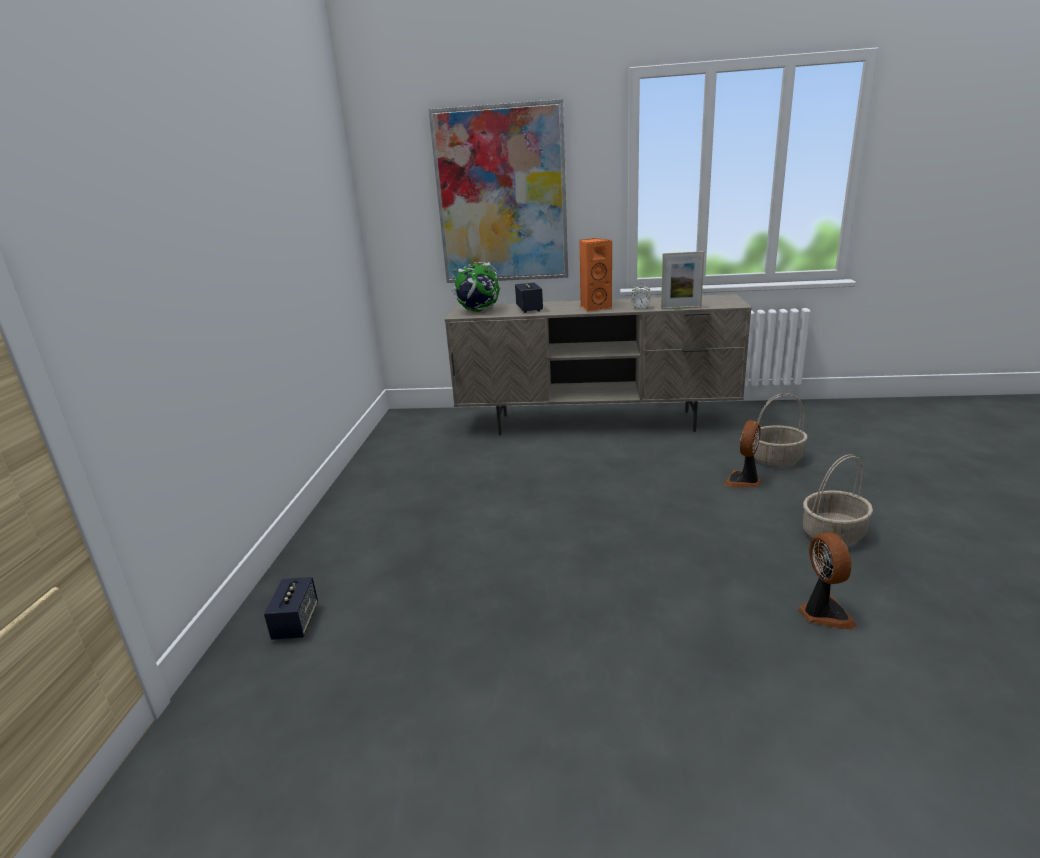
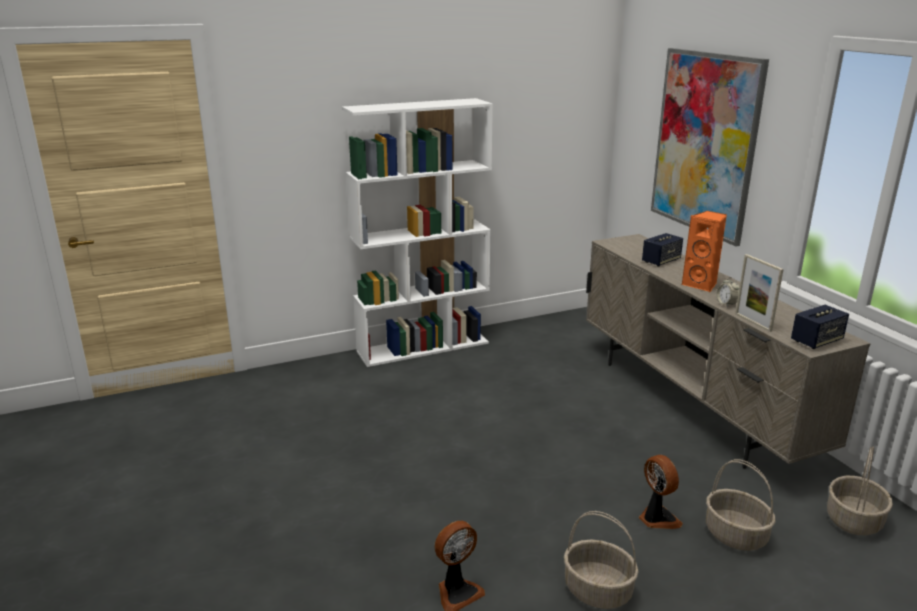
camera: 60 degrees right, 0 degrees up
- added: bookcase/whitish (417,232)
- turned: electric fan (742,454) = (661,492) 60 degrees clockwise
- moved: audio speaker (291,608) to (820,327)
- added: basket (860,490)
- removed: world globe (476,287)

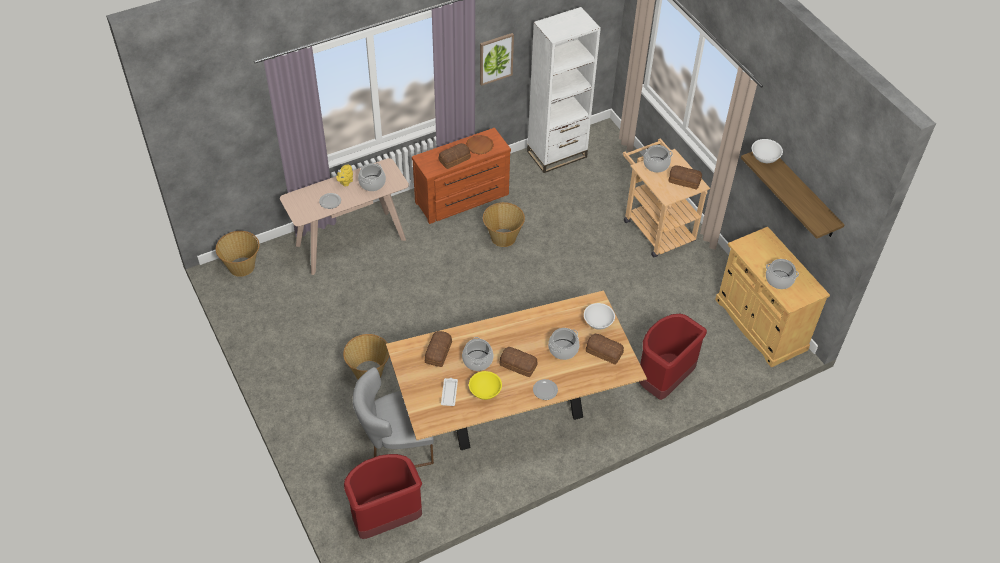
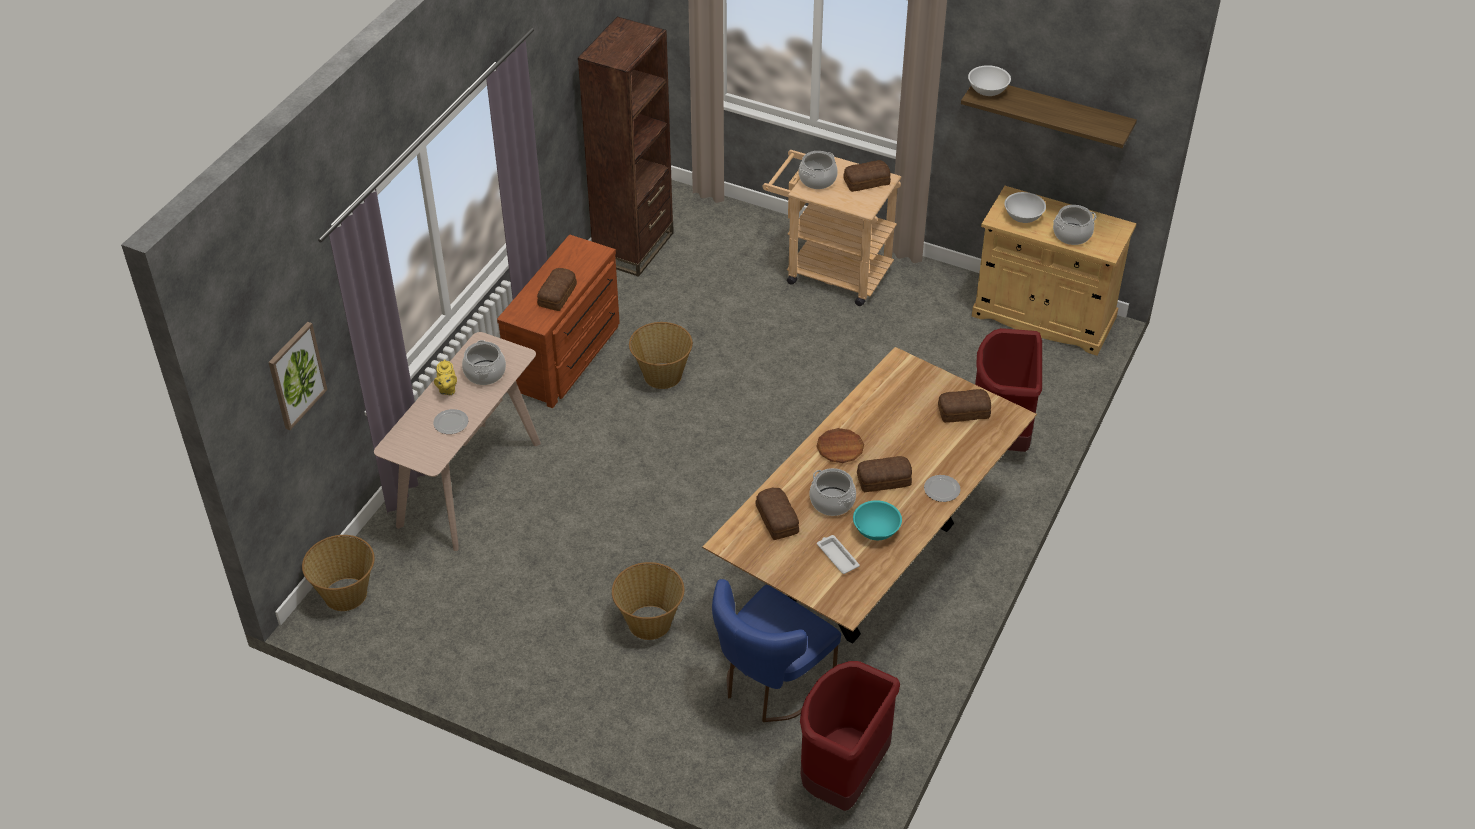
camera: 35 degrees left, 5 degrees down
- moved: wall picture (497,59) to (297,376)
- recoloured: bookcase/whitish (564,90) to bookcase/brown-coloured (626,147)
- recoloured: chair/greyish (393,417) to chair/blue (776,650)
- moved: dinner plate/brown-coloured (480,144) to (840,445)
- recoloured: bowl/yellow (485,385) to bowl/blue-green (877,520)
- moved: bowl/whitish (599,316) to (1025,207)
- removed: saucepot (563,344)

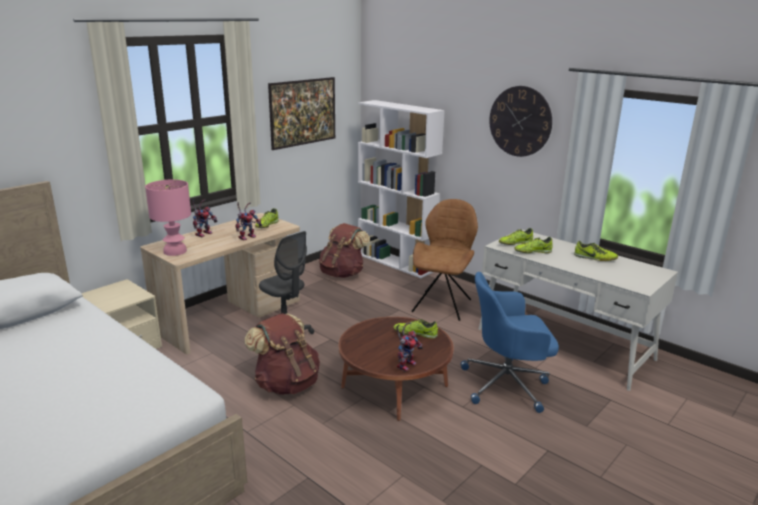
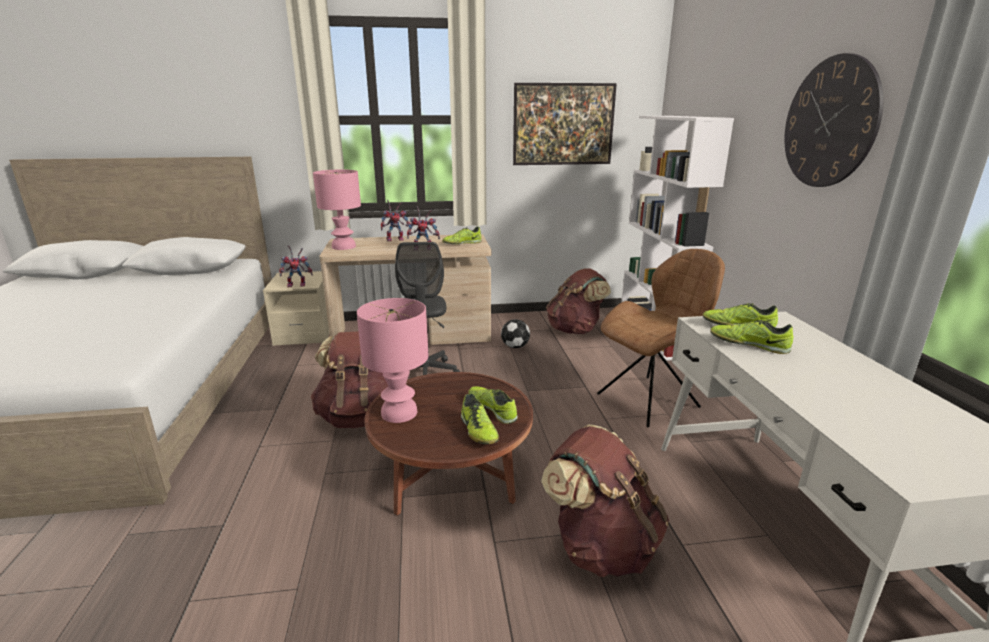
camera: 40 degrees right, 0 degrees up
- moved: robot figure (409,347) to (296,266)
- added: tabletop lamp/pink (393,360)
- moved: item of footwear (596,251) to (480,419)
- added: ball for football (515,333)
- replaced: desk chair/blue (510,342) to rucksack/brown-coloured (605,501)

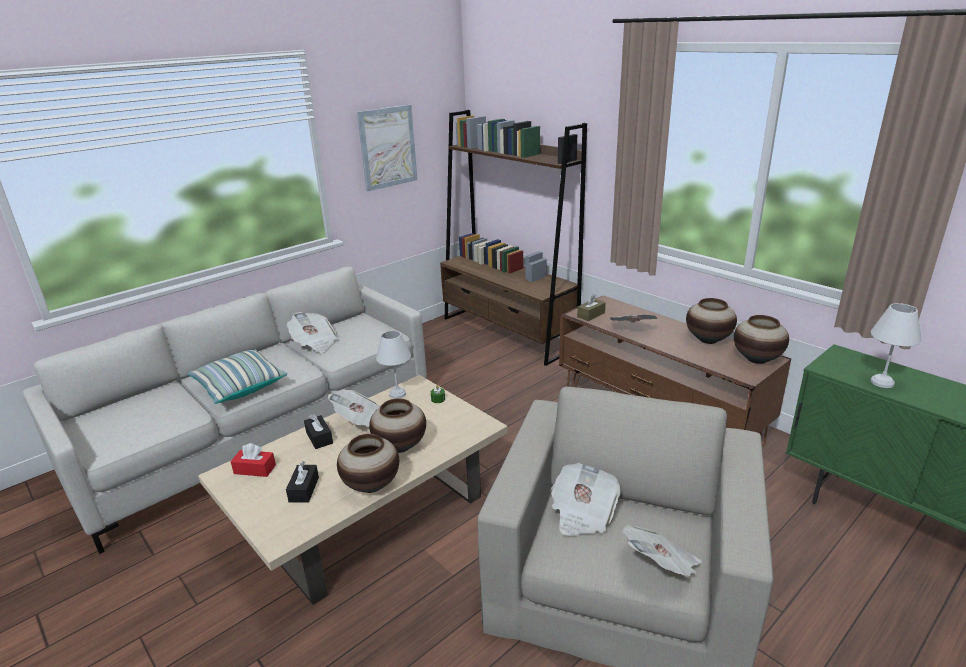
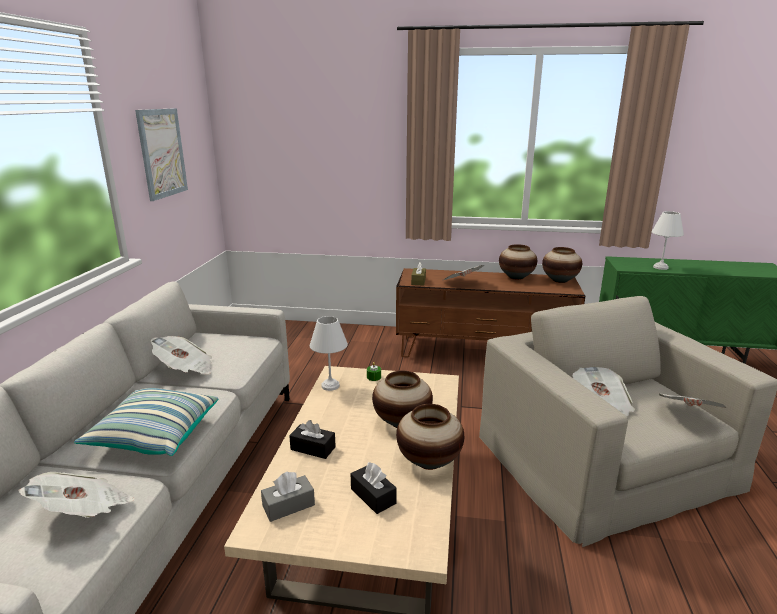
camera: 40 degrees left, 5 degrees down
- moved: printed paper (354,408) to (76,494)
- recoloured: tissue holder/red-coloured (253,460) to tissue holder/greyish (288,497)
- removed: bookcase/brown-coloured (513,238)

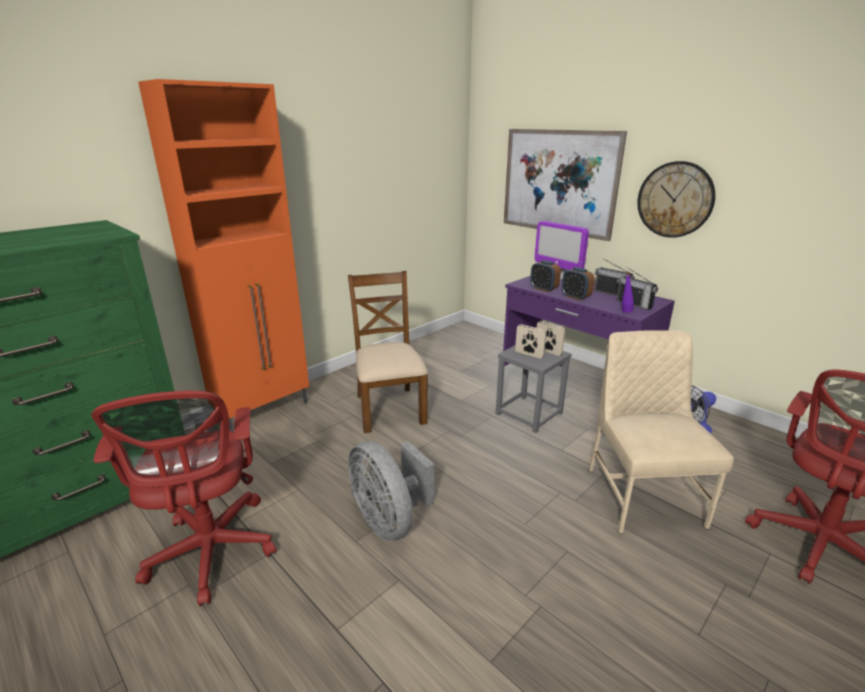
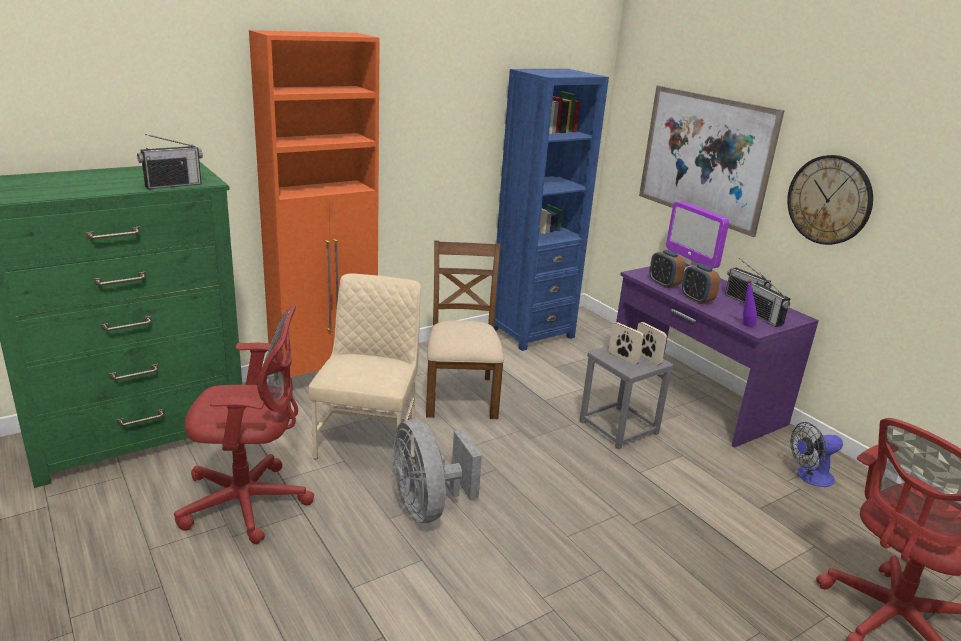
camera: 10 degrees right, 0 degrees up
- added: radio (170,161)
- turned: desk chair/red-coloured (183,498) = (244,424) 90 degrees counterclockwise
- moved: chair/beige-coloured (661,432) to (364,366)
- added: bookcase/blue (551,210)

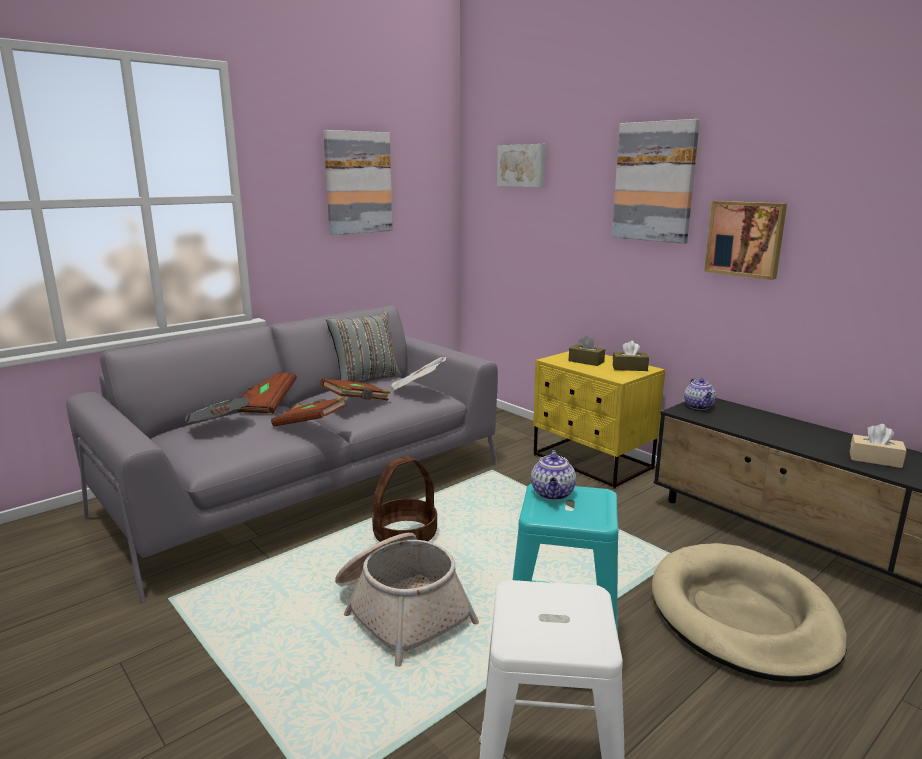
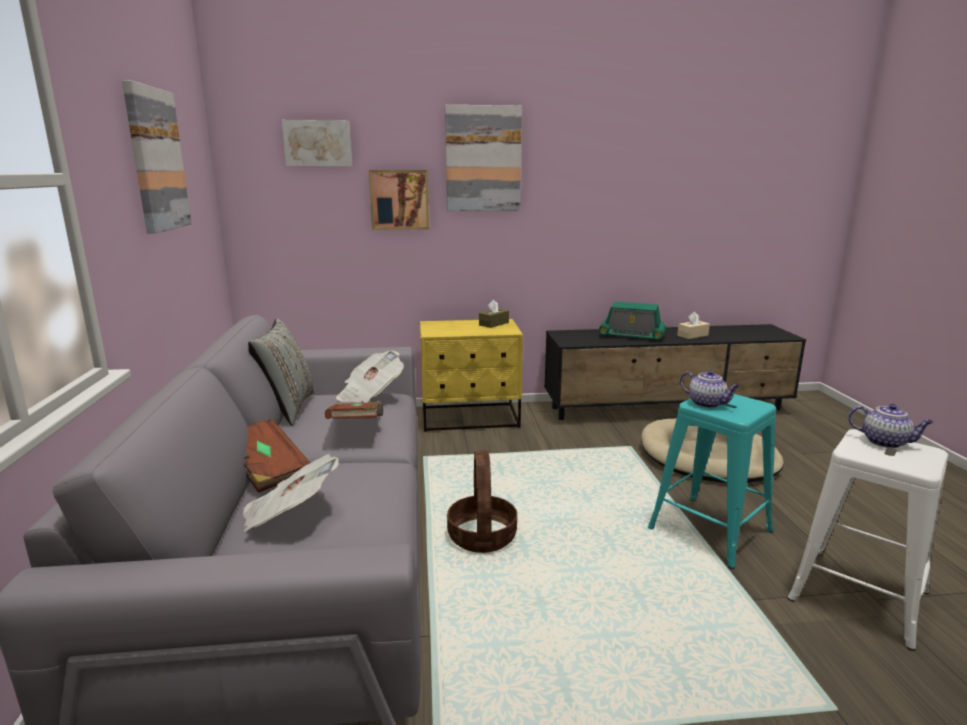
camera: 55 degrees left, 0 degrees up
- moved: wall picture (745,240) to (399,200)
- added: radio (632,322)
- moved: tea pot (700,394) to (891,426)
- removed: volume/brown-coloured (309,411)
- removed: basket (407,600)
- removed: tissue holder/brown-coloured (587,350)

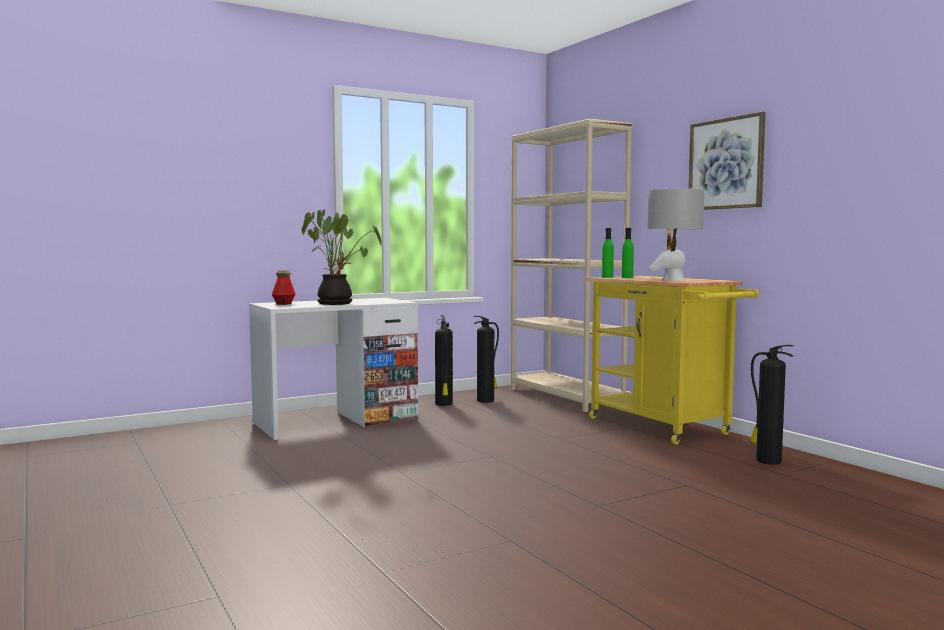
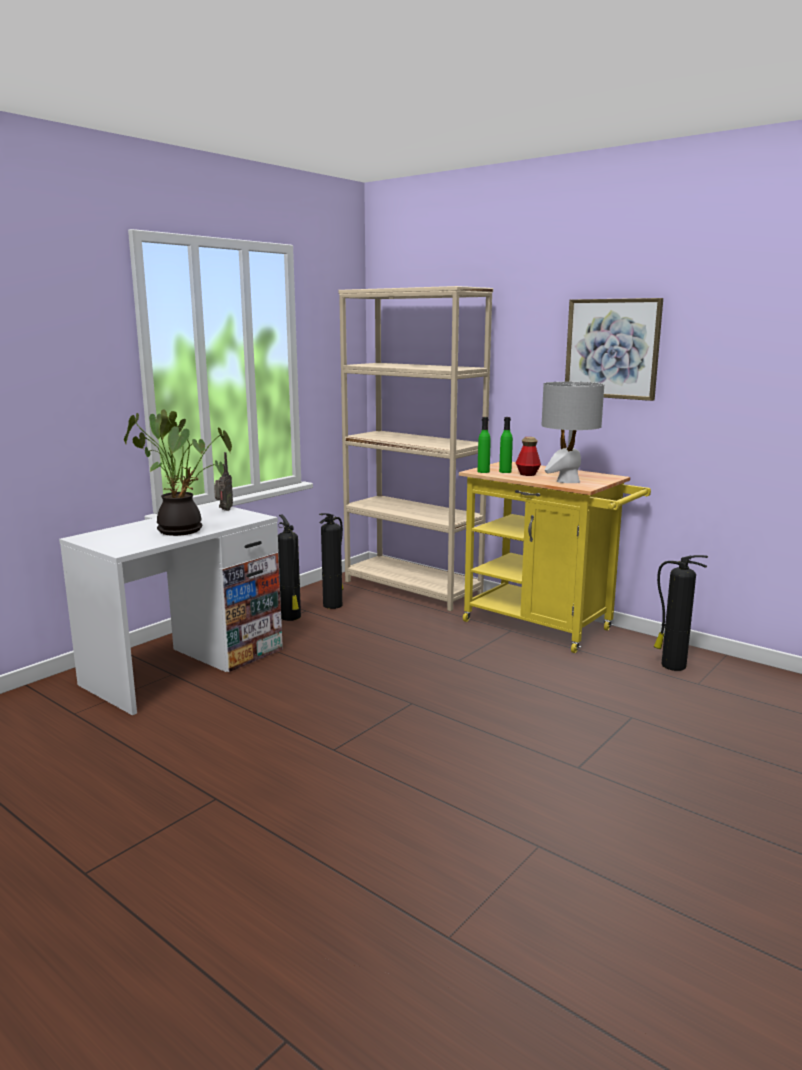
camera: 20 degrees left, 10 degrees up
- added: radio (223,481)
- moved: drink bottle (284,287) to (528,456)

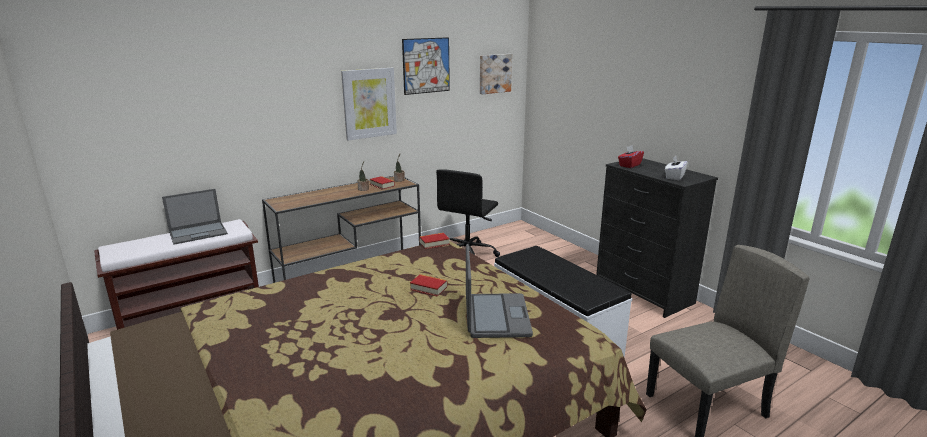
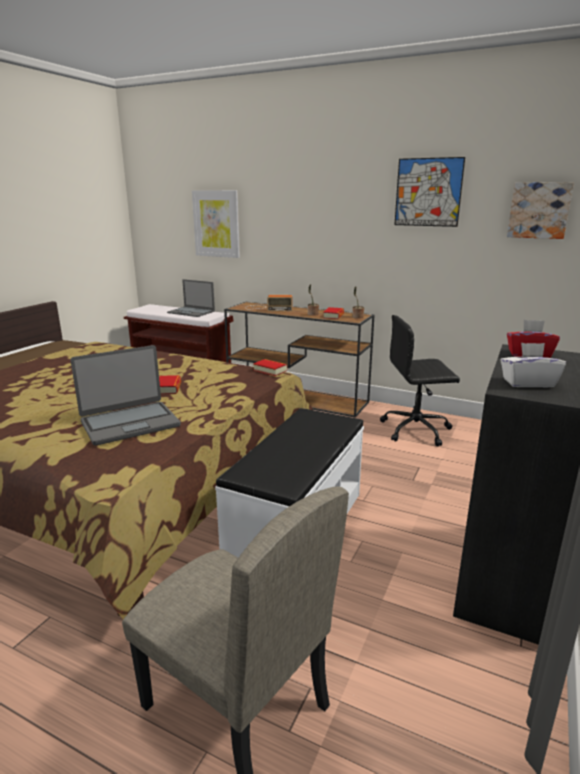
camera: 60 degrees right, 0 degrees up
- moved: wall picture (369,104) to (216,224)
- added: radio (269,303)

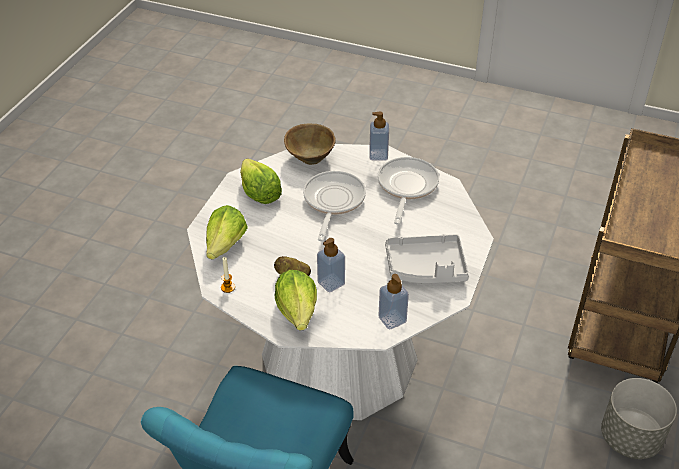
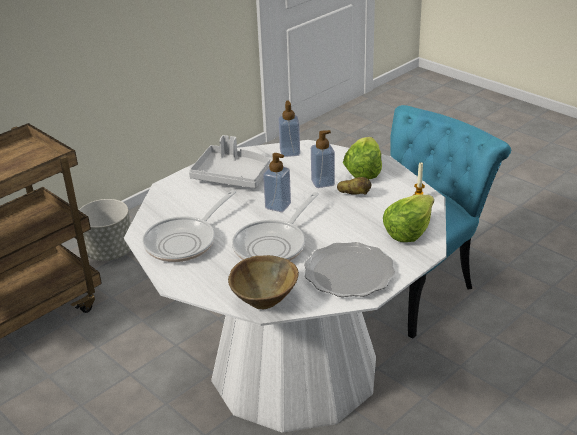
camera: 155 degrees left, 10 degrees down
- moved: liquid soap bottle (379,136) to (277,182)
- replaced: lettuce (261,181) to dinner plate (349,269)

